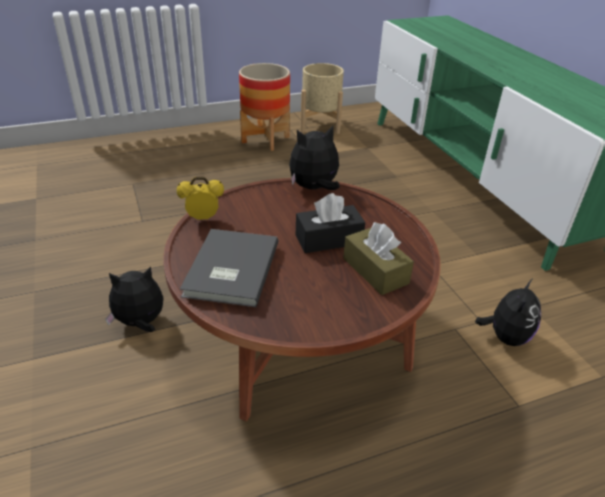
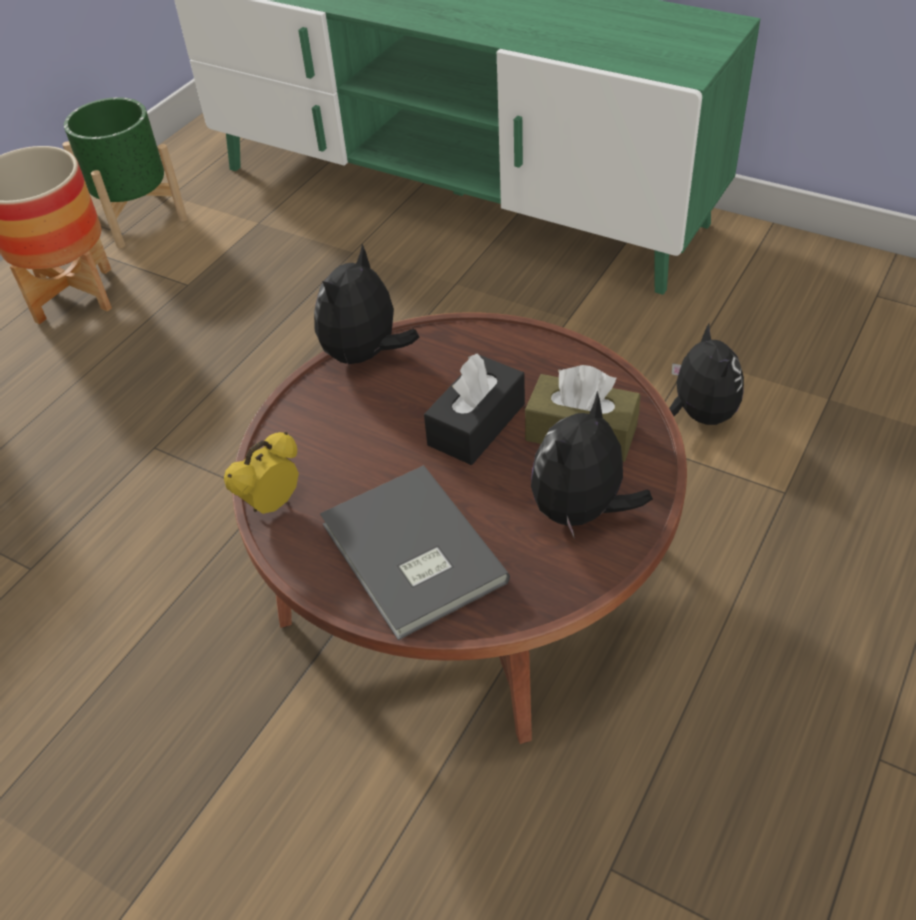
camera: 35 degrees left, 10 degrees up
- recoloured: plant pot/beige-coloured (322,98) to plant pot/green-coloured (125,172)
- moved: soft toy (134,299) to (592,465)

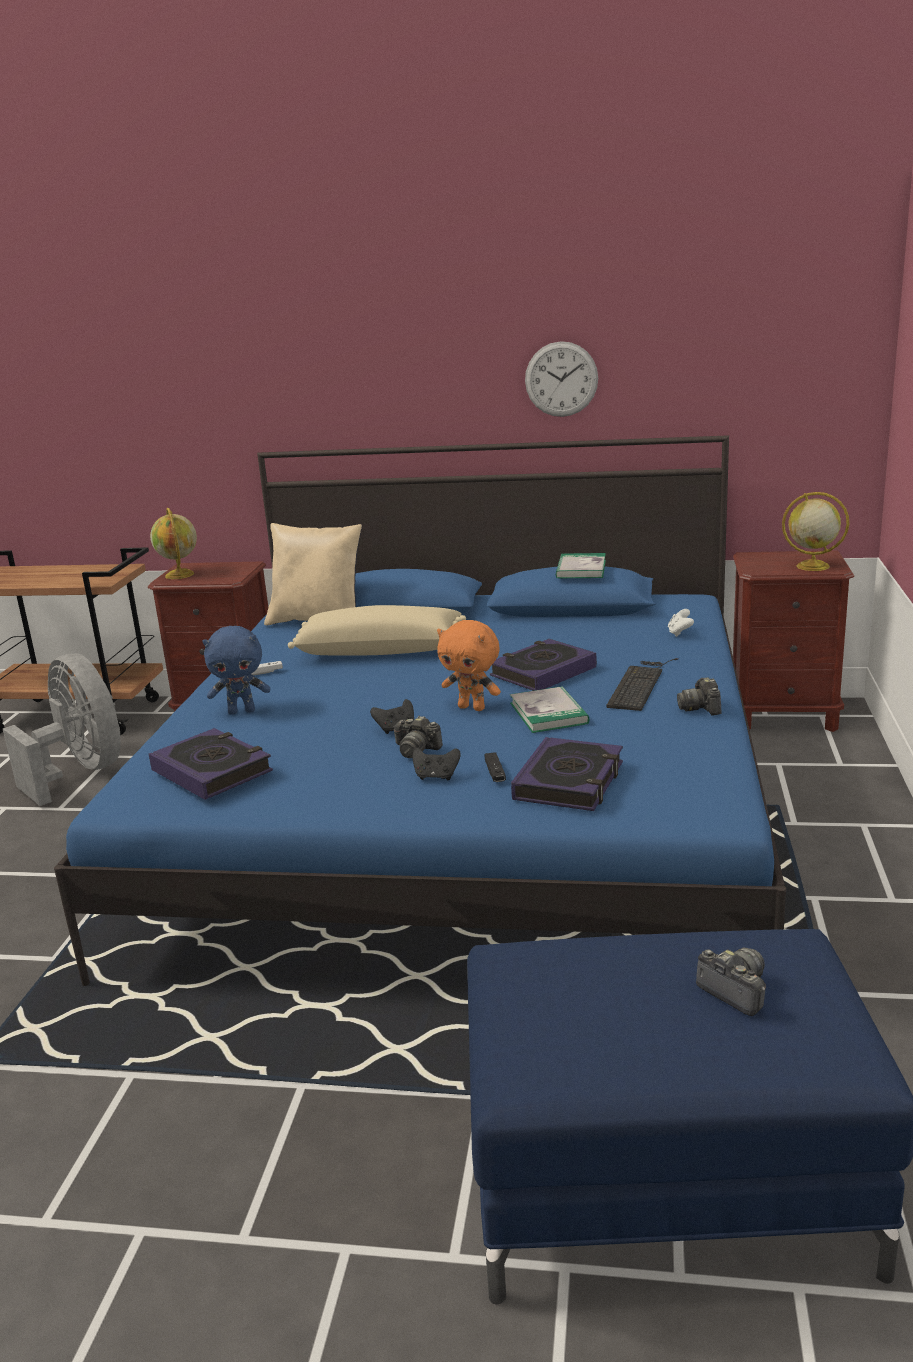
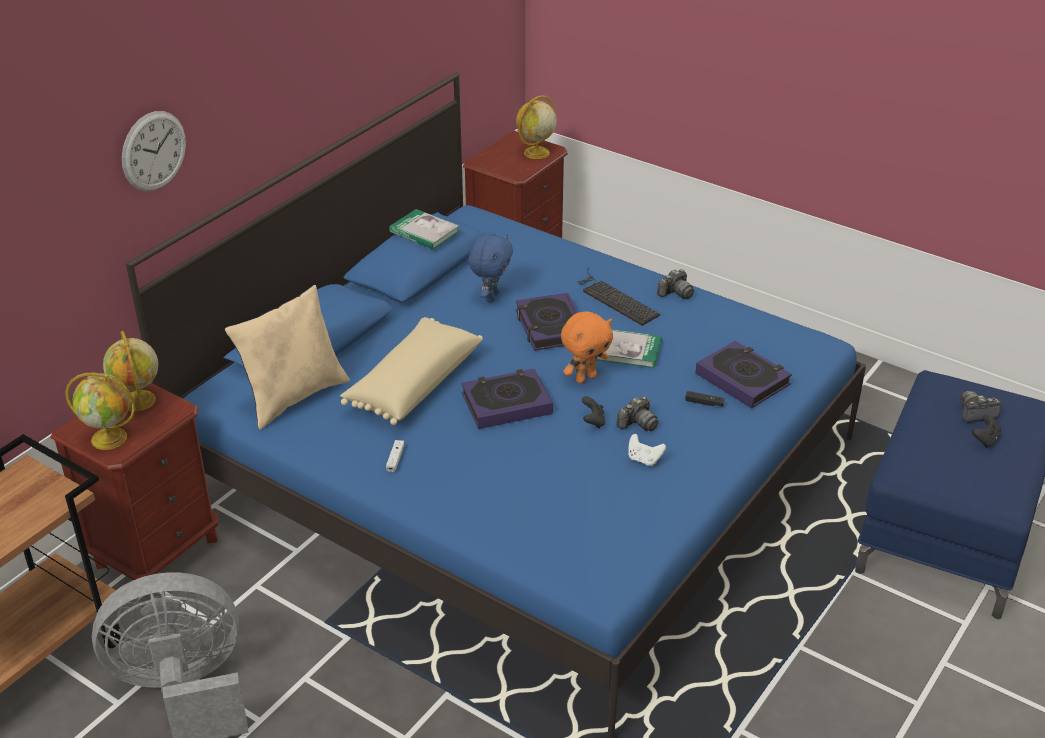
camera: 65 degrees left, 15 degrees up
- added: world globe (130,371)
- moved: wall clock (561,379) to (154,151)
- moved: volume (211,764) to (507,399)
- moved: soft toy/blue (236,670) to (490,268)
- moved: game controller/whitish (681,623) to (647,450)
- turned: still camera (699,696) = (675,284) 60 degrees counterclockwise
- moved: game controller/black-coloured (436,764) to (986,431)

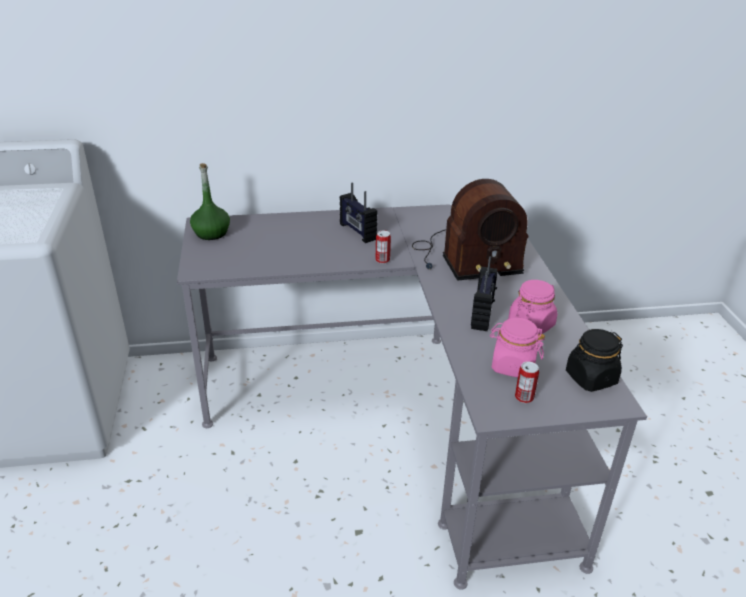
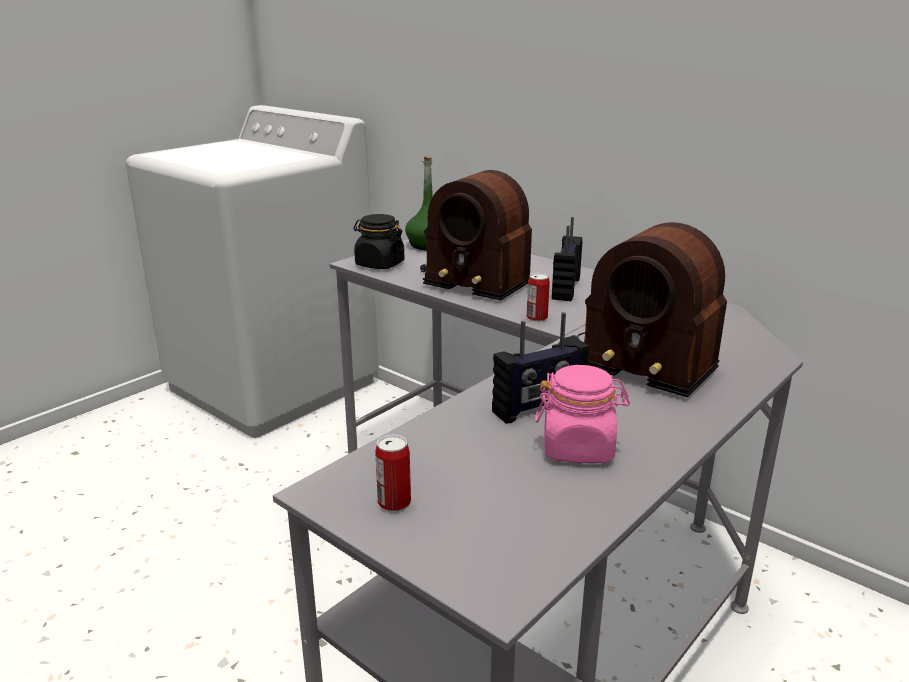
camera: 50 degrees right, 10 degrees down
- moved: jar/black-coloured (594,360) to (378,241)
- added: radio (476,235)
- removed: jar/pink (517,348)

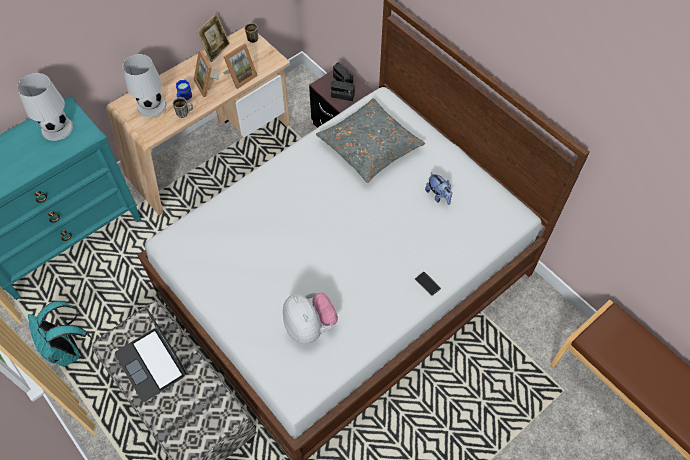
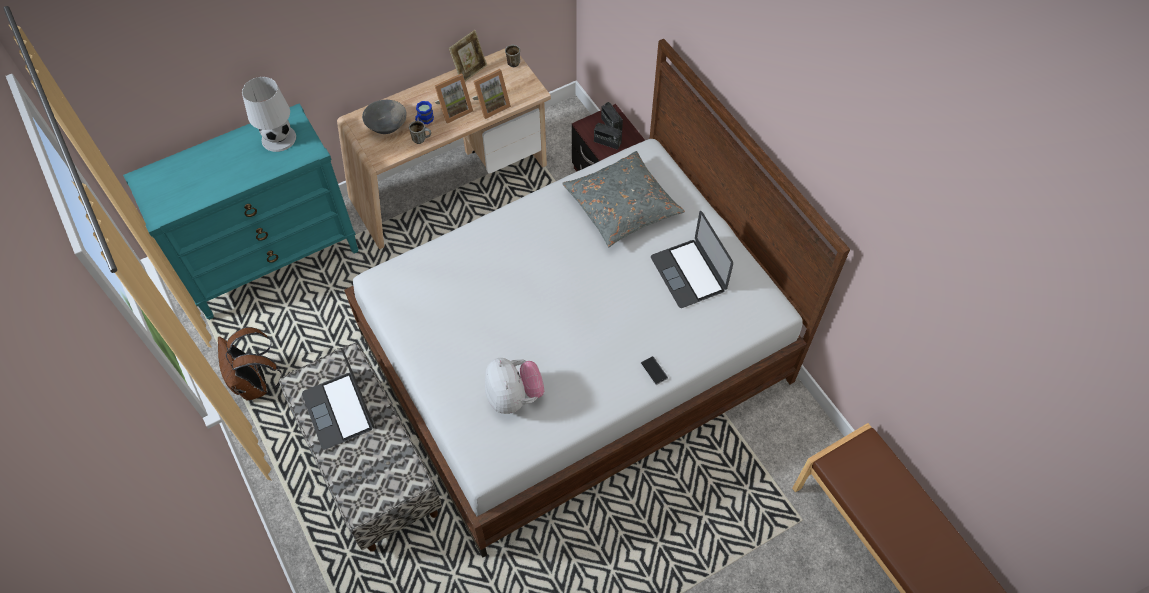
camera: 10 degrees right, 0 degrees up
- recoloured: rucksack/blue-green (59,334) to rucksack/brown-coloured (250,363)
- replaced: tabletop lamp/whitish (144,85) to bowl/greyish (384,117)
- turned: standing frame (206,73) = (453,98) 105 degrees counterclockwise
- replaced: soft toy (438,188) to laptop (692,259)

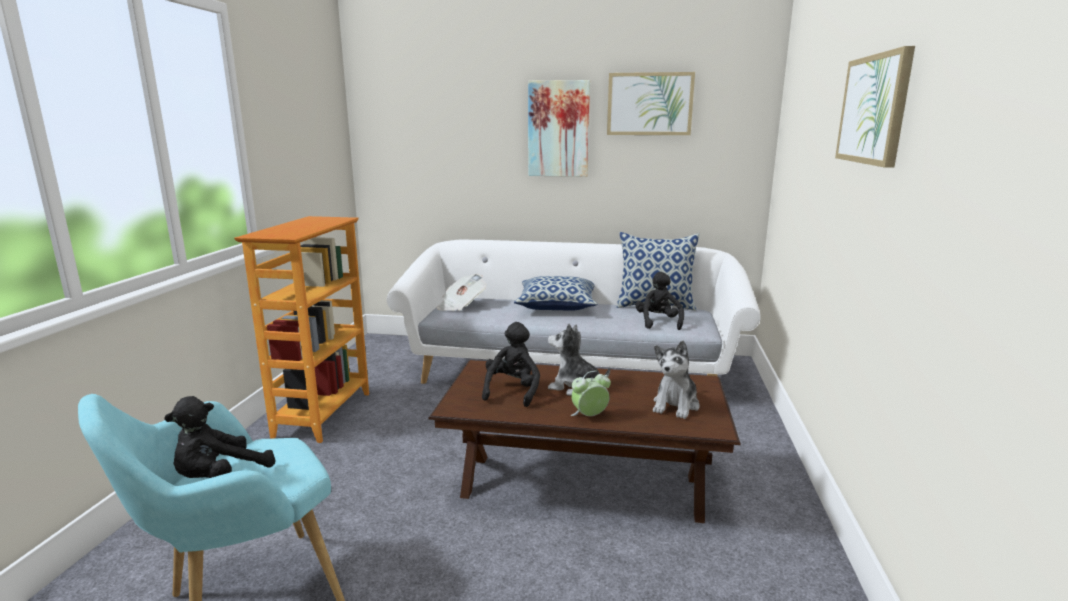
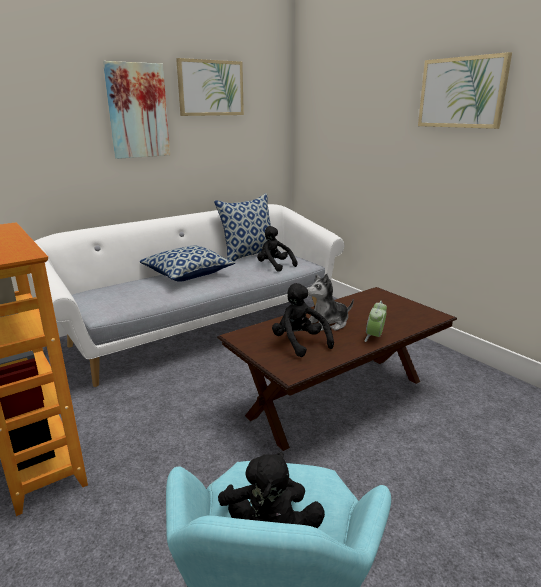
camera: 45 degrees left, 5 degrees up
- removed: printed paper (462,292)
- removed: soft toy (676,379)

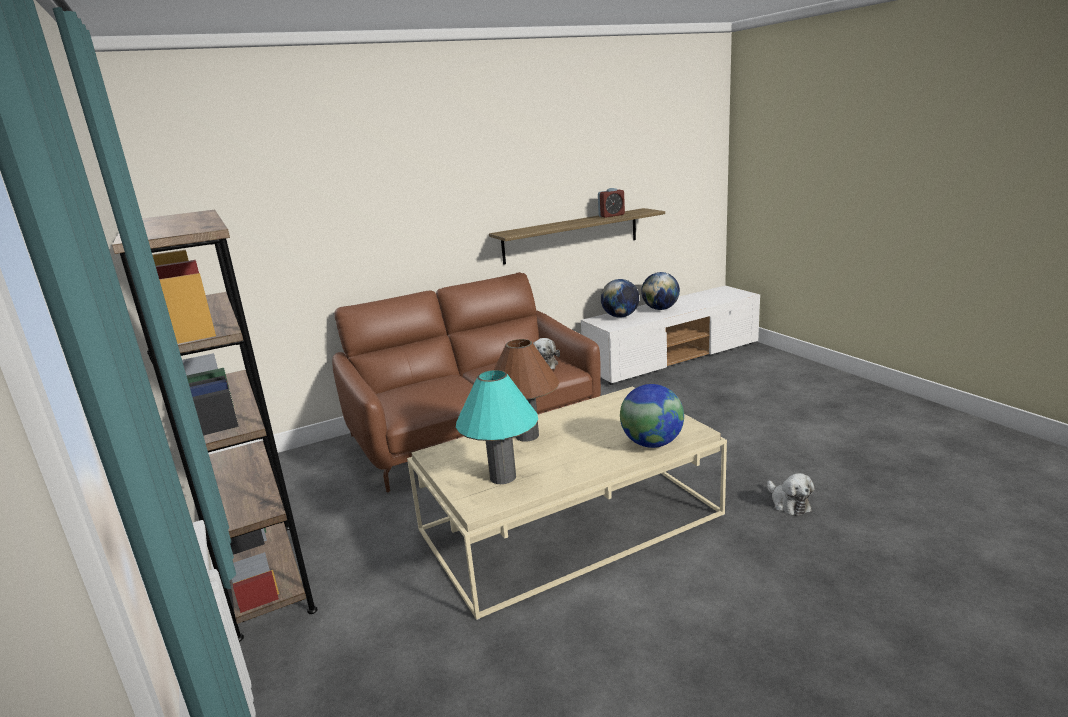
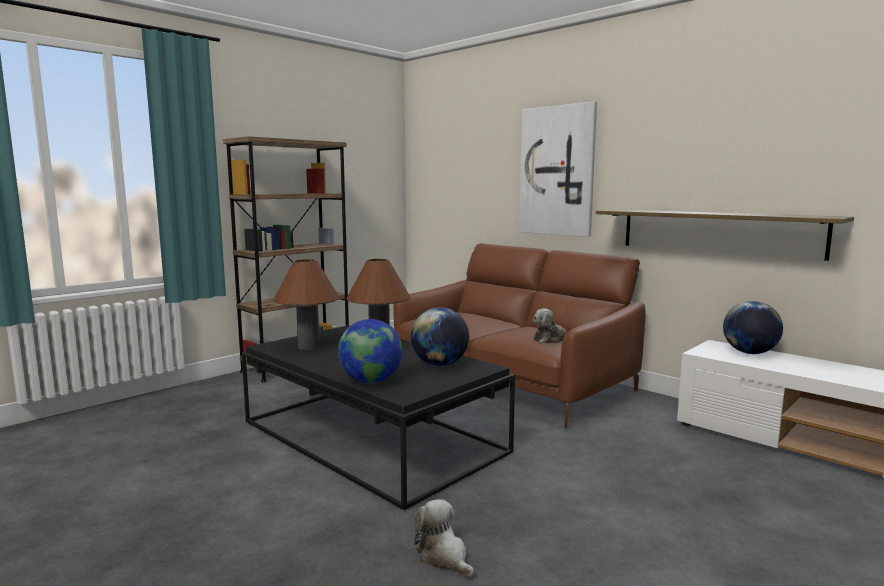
camera: 70 degrees right, 10 degrees down
- recoloured: coffee table/beige-coloured (567,503) to coffee table/black-coloured (378,418)
- recoloured: tabletop lamp/blue-green (497,427) to tabletop lamp/brown-coloured (306,304)
- moved: world globe (660,291) to (440,336)
- turned: soft toy (790,494) = (444,538) 90 degrees clockwise
- added: wall picture (558,169)
- removed: table clock (611,203)

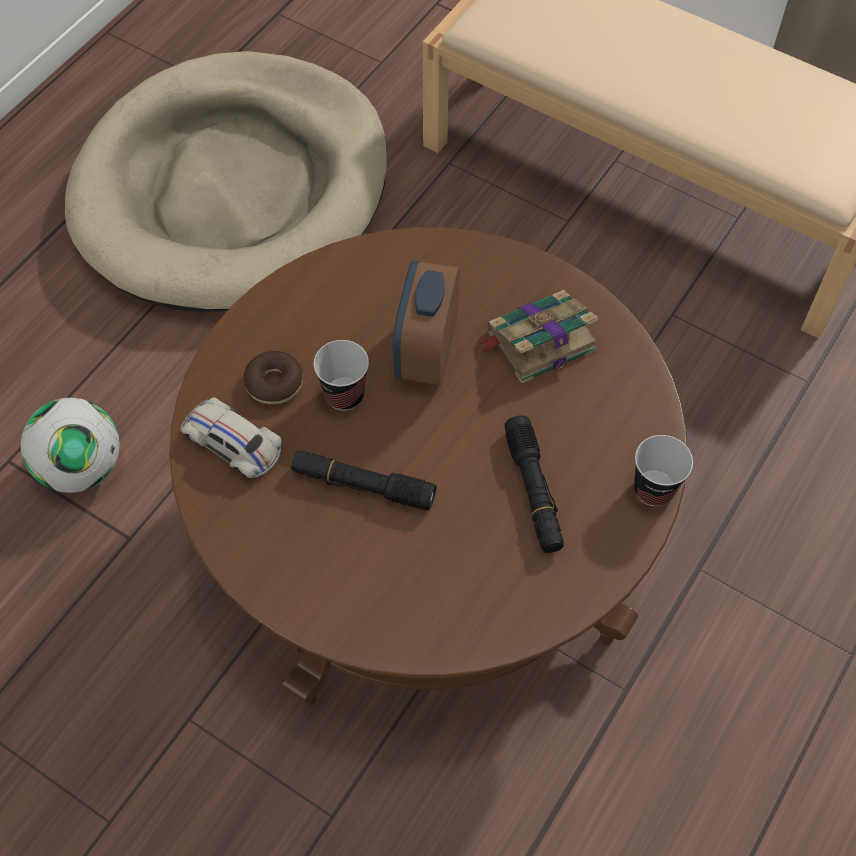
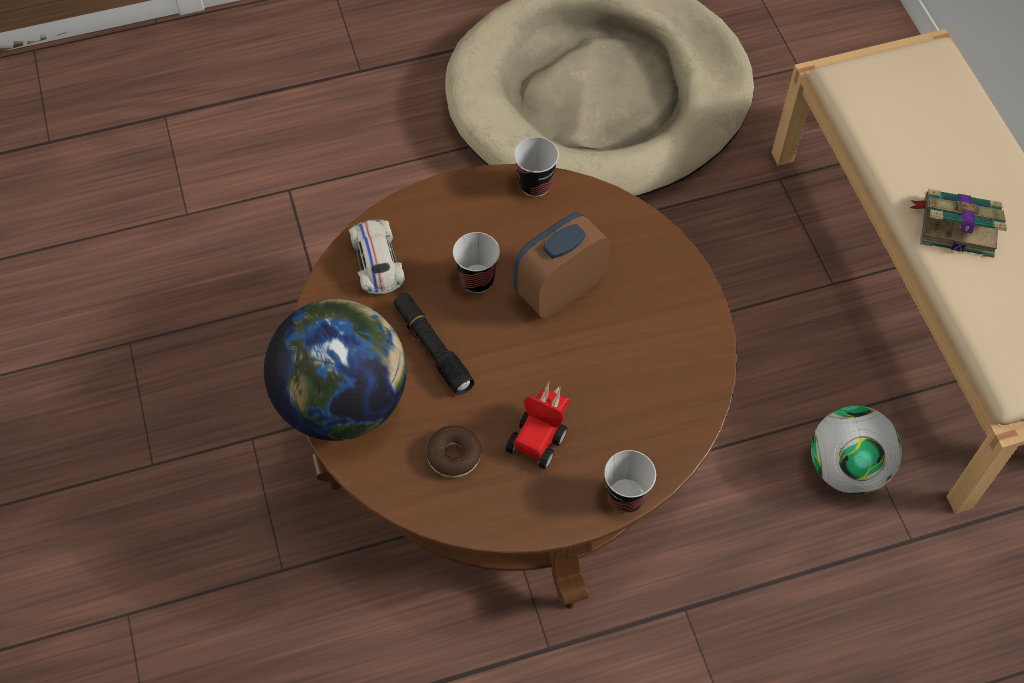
camera: 40 degrees right, 0 degrees up
- added: world globe (335,370)
- moved: donut (273,377) to (453,451)
- replaced: hand torch/black-coloured (534,484) to model car (537,425)
- added: small cup (536,167)
- moved: ball for football (70,445) to (856,450)
- moved: volume (539,337) to (958,223)

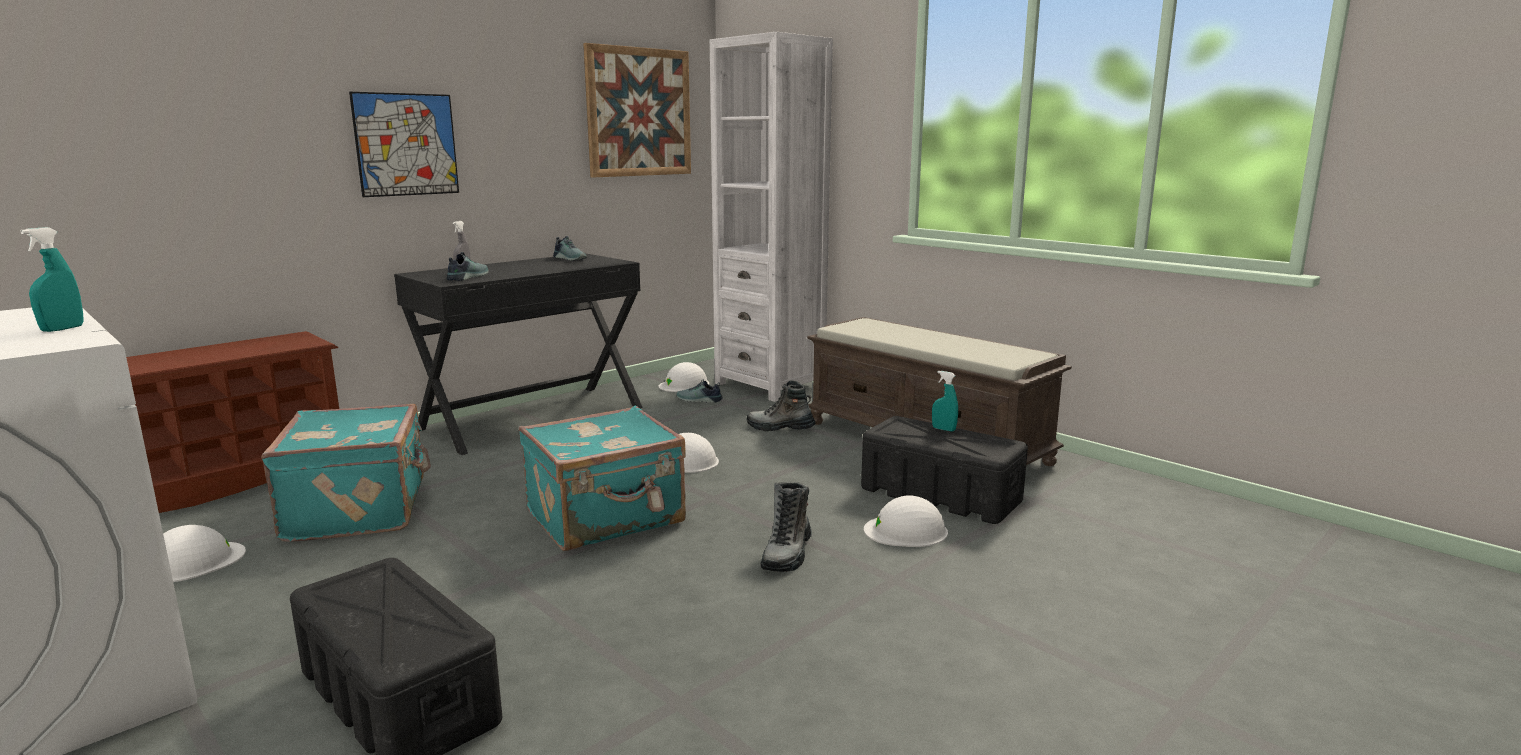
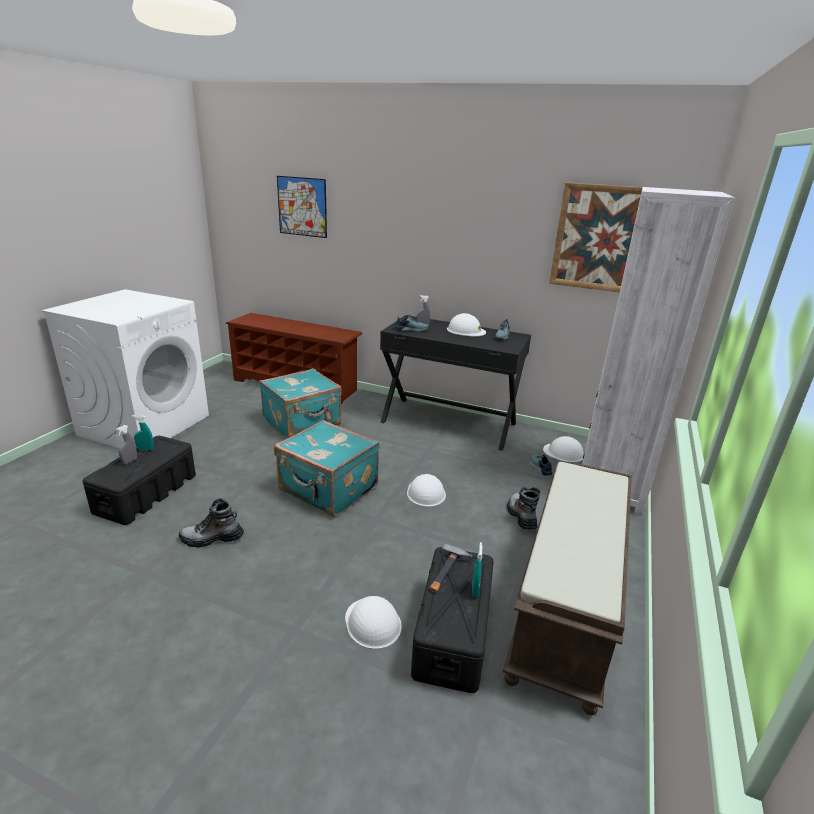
camera: 65 degrees right, 10 degrees up
- added: spray bottle/greyish (126,444)
- moved: spray bottle/blue-green (52,279) to (143,432)
- moved: tall boot (786,527) to (211,523)
- moved: wall picture (404,144) to (302,207)
- added: hammer (451,568)
- moved: work helmet/whitish (204,553) to (466,324)

